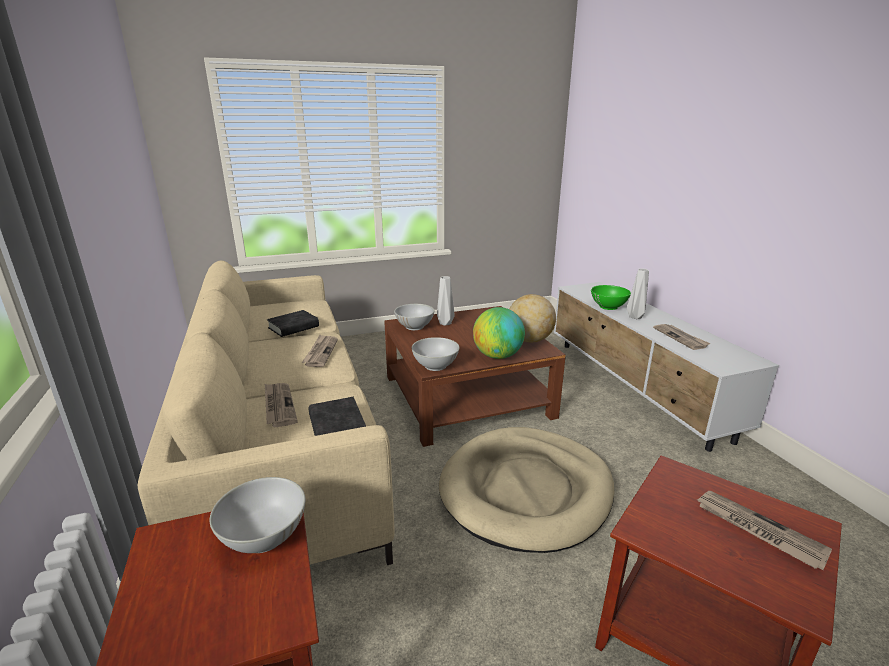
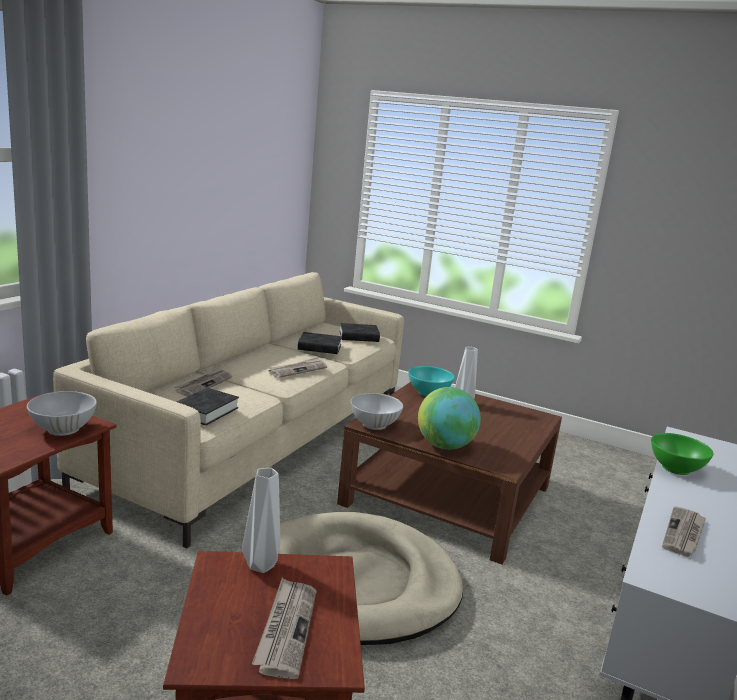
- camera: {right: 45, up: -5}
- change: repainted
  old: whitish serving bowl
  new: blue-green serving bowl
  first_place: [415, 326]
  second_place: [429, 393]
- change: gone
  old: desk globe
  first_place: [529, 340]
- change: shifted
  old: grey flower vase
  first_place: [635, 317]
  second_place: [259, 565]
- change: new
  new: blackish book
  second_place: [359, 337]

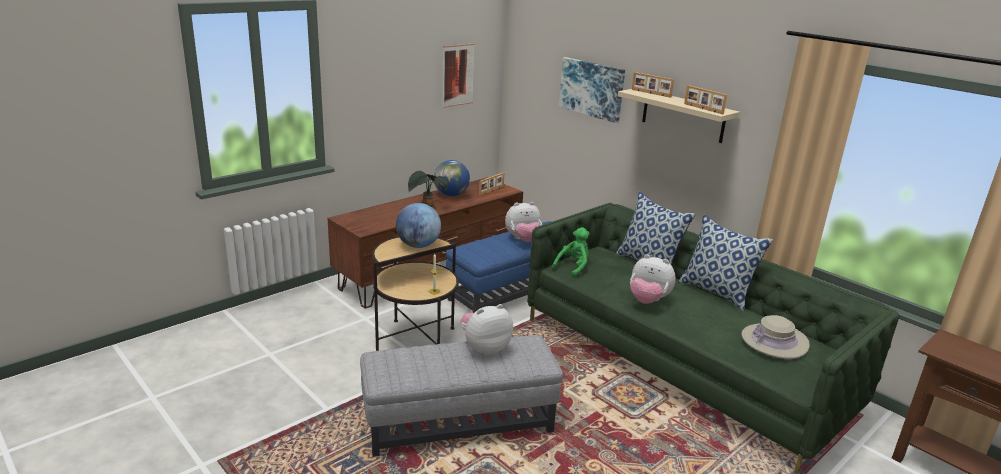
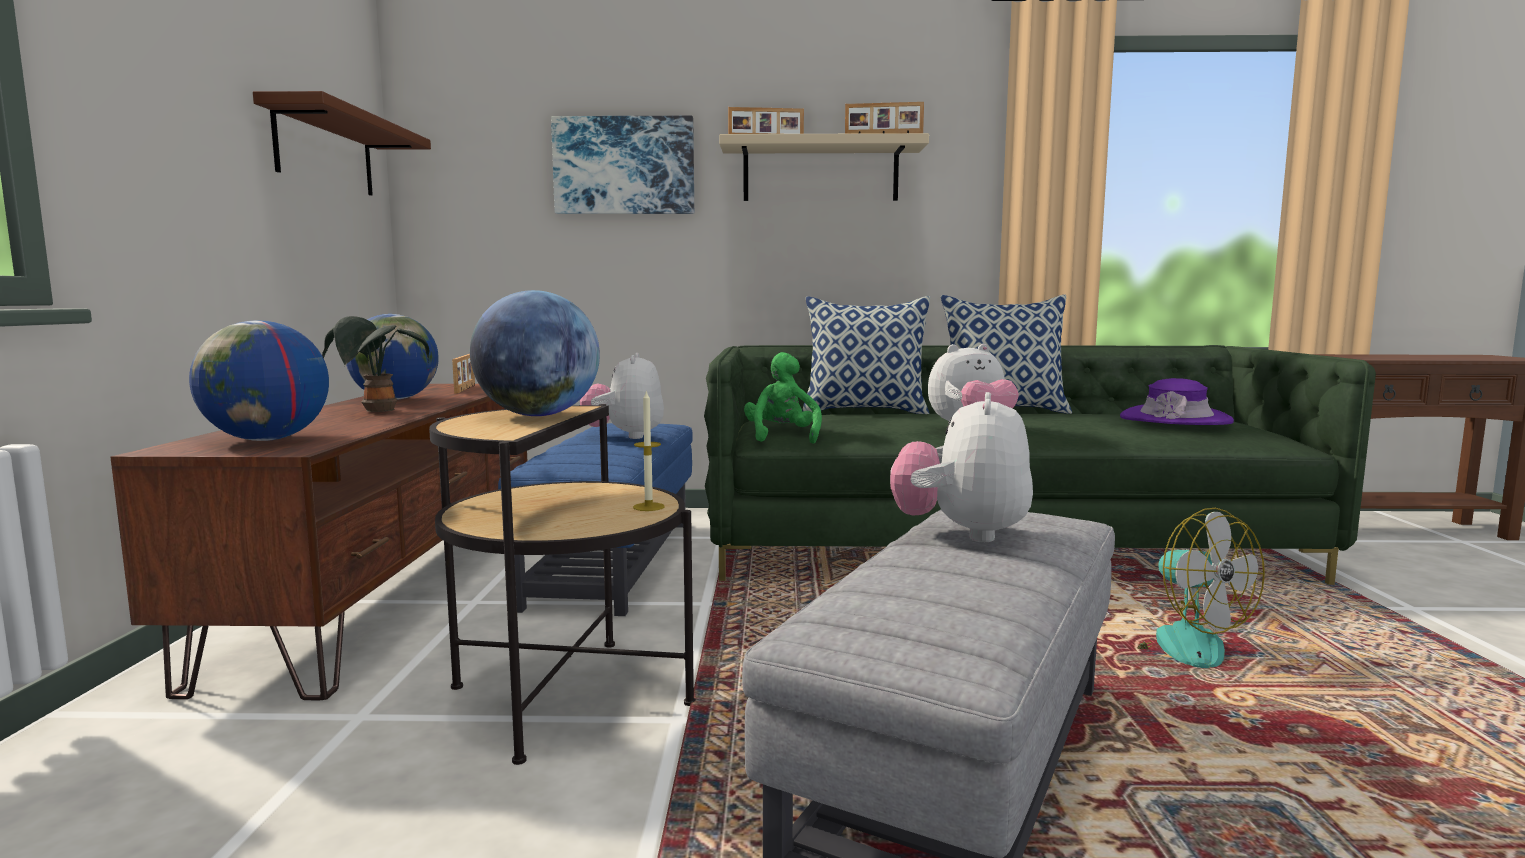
- camera: {right: -45, up: -15}
- change: swapped
  old: wall art
  new: brown wall shelf
  first_place: [457, 75]
  second_place: [325, 152]
- change: rotated
  old: soft toy
  first_place: [523, 240]
  second_place: [625, 436]
  degrees: 150
- change: repainted
  old: beige hat
  new: purple-coloured hat
  first_place: [774, 341]
  second_place: [1175, 419]
- change: new
  new: desk globe
  second_place: [267, 440]
- change: new
  new: electric fan
  second_place: [1172, 642]

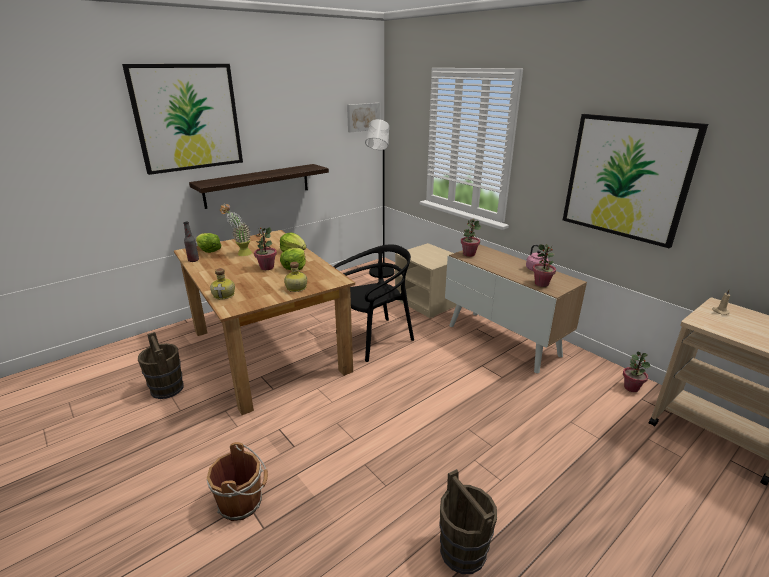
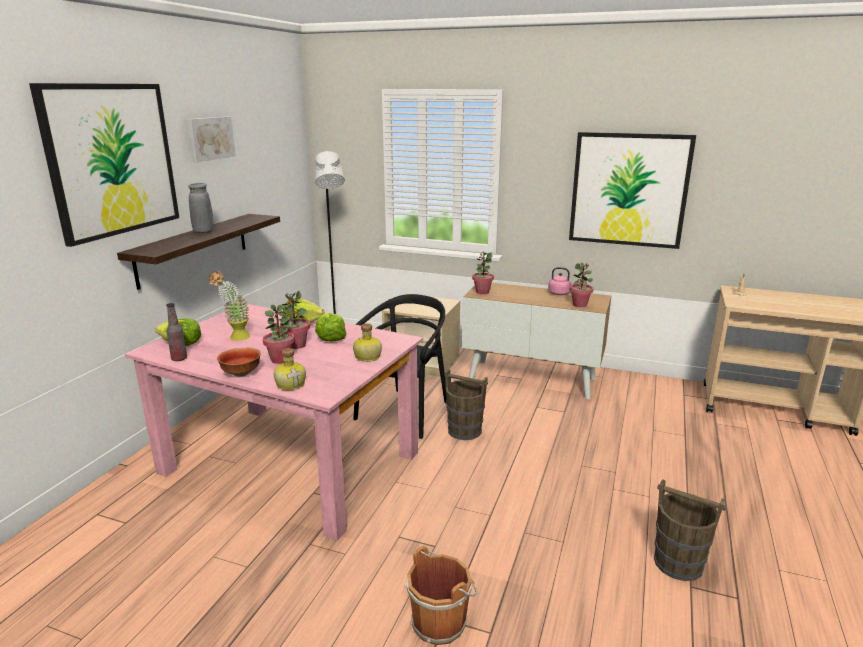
- camera: {right: -30, up: -5}
- change: shifted
  old: brown water bucket
  first_place: [167, 388]
  second_place: [464, 431]
- change: repainted
  old: brown kitchen table
  new: pink-coloured kitchen table
  first_place: [267, 350]
  second_place: [288, 463]
- change: shifted
  old: wall art
  first_place: [363, 117]
  second_place: [209, 138]
- change: shifted
  old: plant in a pot
  first_place: [631, 388]
  second_place: [280, 359]
- change: new
  new: grey flower vase
  second_place: [203, 232]
- change: new
  new: serving bowl
  second_place: [240, 373]

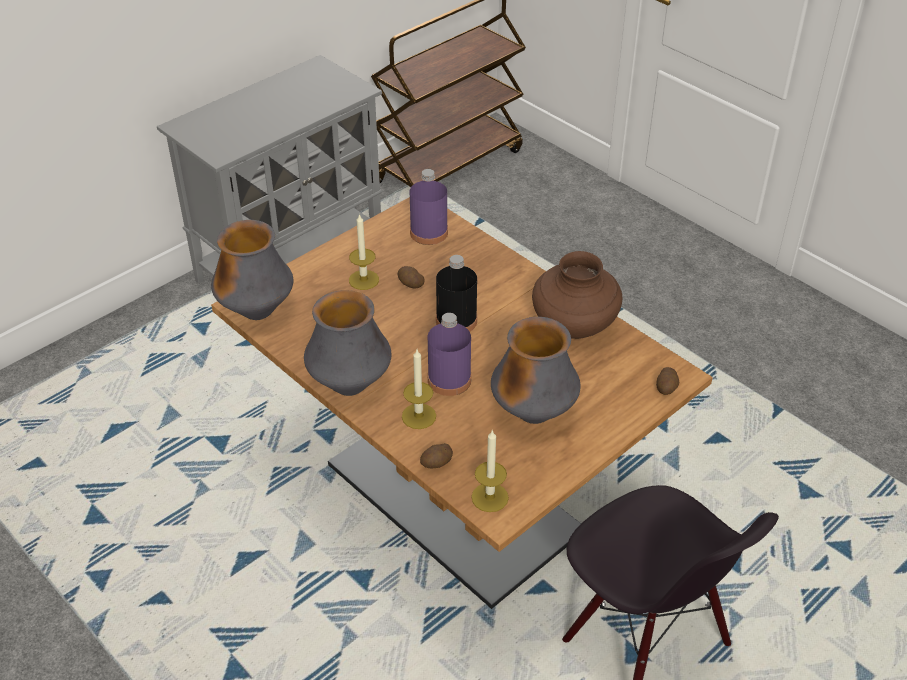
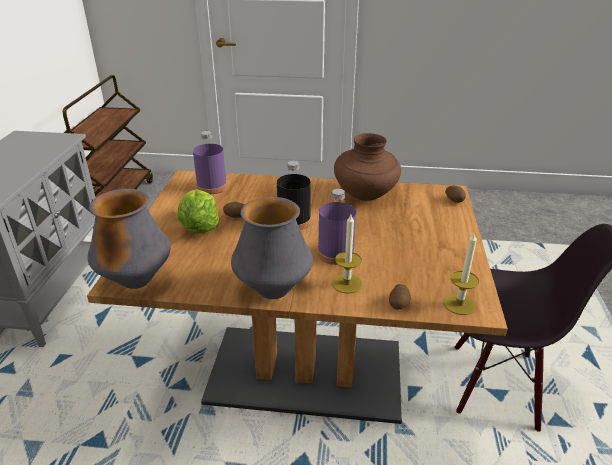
- camera: {right: -40, up: -10}
- change: swapped
  old: wax candle
  new: head of lettuce
  first_place: [363, 280]
  second_place: [199, 227]
- change: gone
  old: flower vase
  first_place: [533, 414]

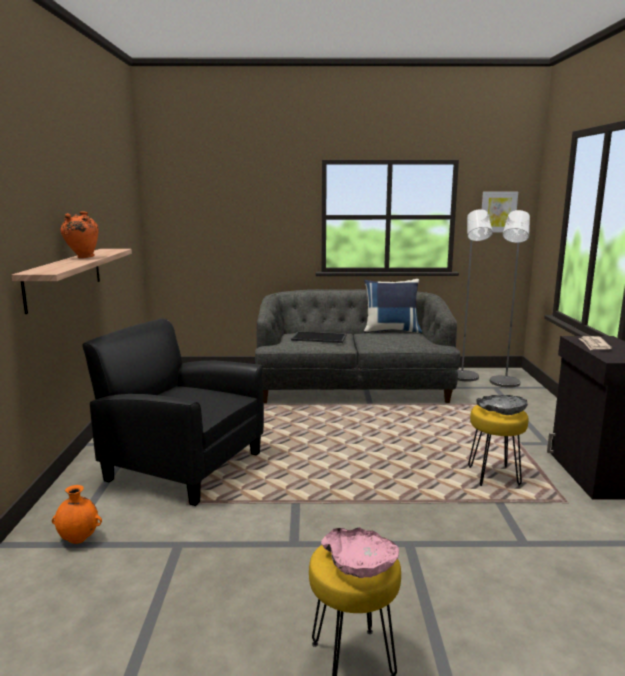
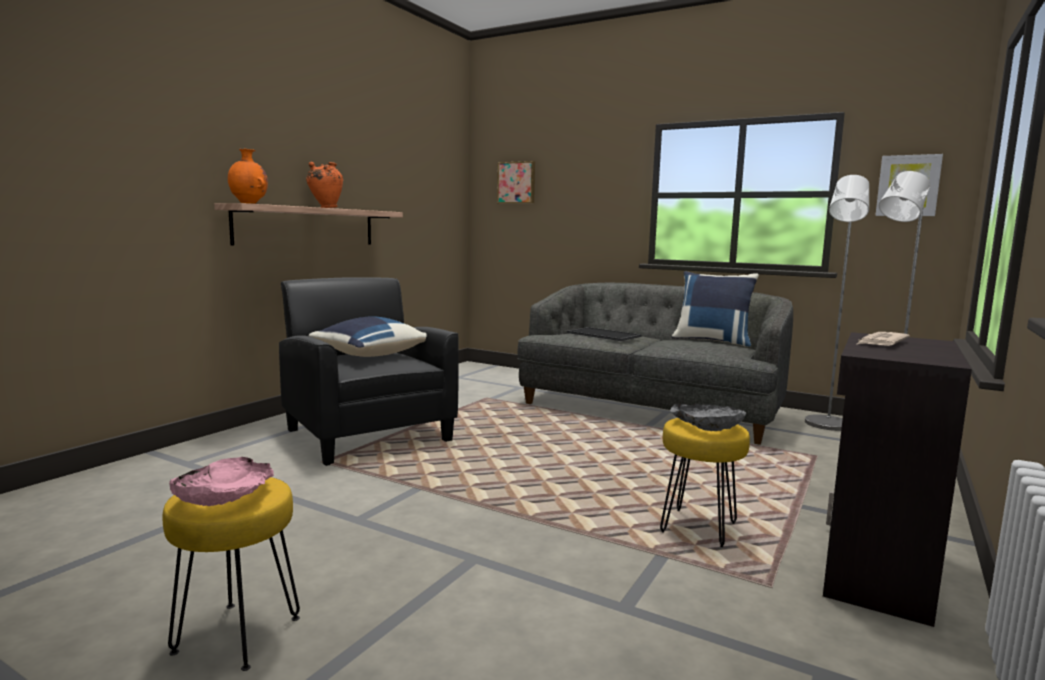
- camera: {right: 30, up: -5}
- change: shifted
  old: orange flower vase
  first_place: [79, 539]
  second_place: [249, 203]
- change: new
  new: blue-coloured pillow
  second_place: [369, 355]
- change: new
  new: wall art
  second_place: [517, 183]

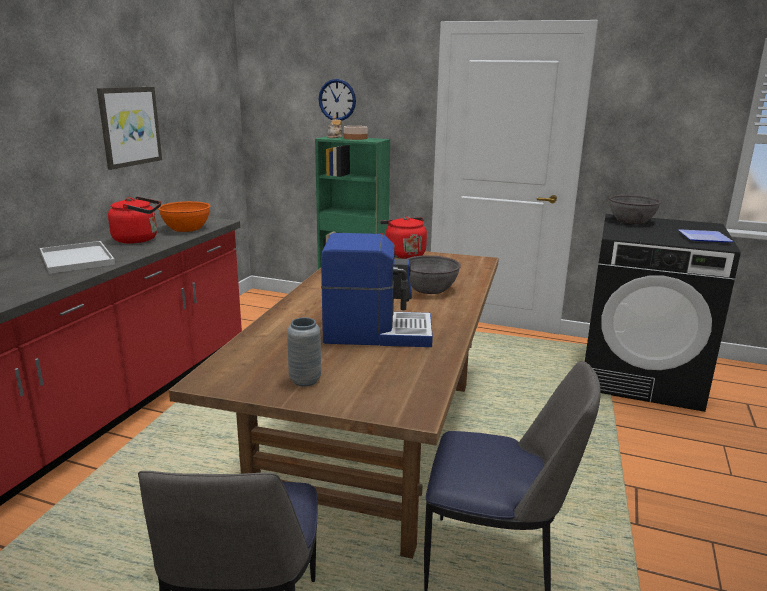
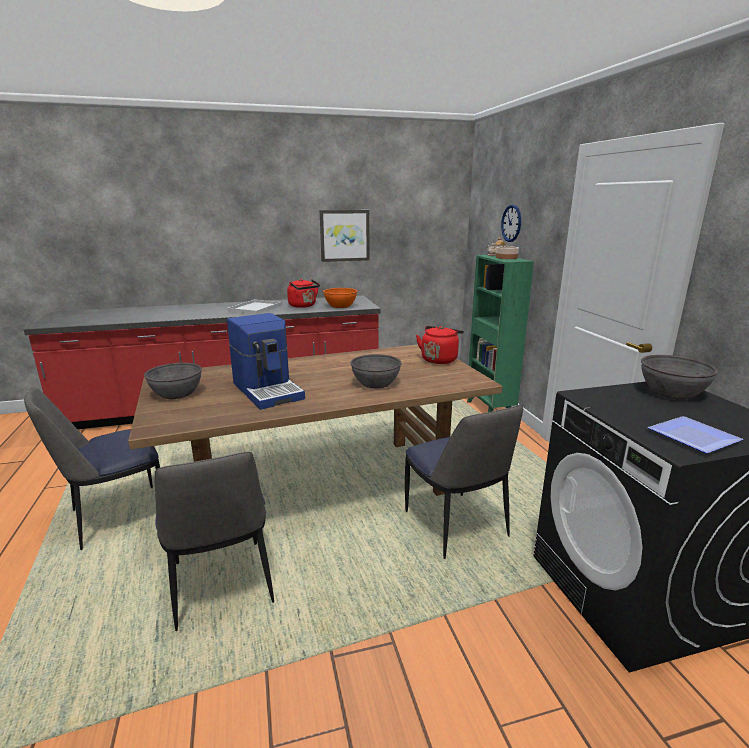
- camera: {right: 55, up: 0}
- change: swapped
  old: grey flower vase
  new: grey serving bowl
  first_place: [305, 380]
  second_place: [176, 393]
- change: new
  new: plain chair
  second_place: [456, 526]

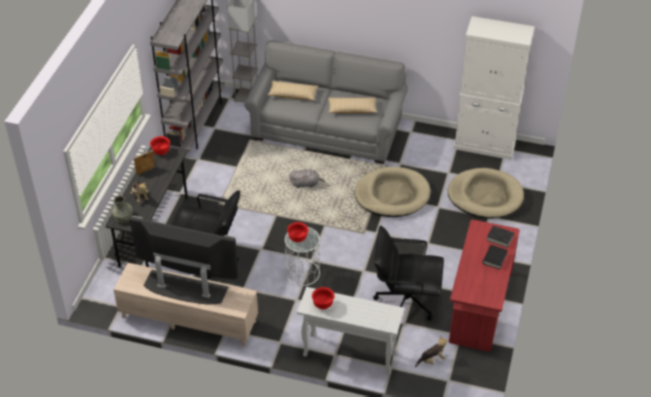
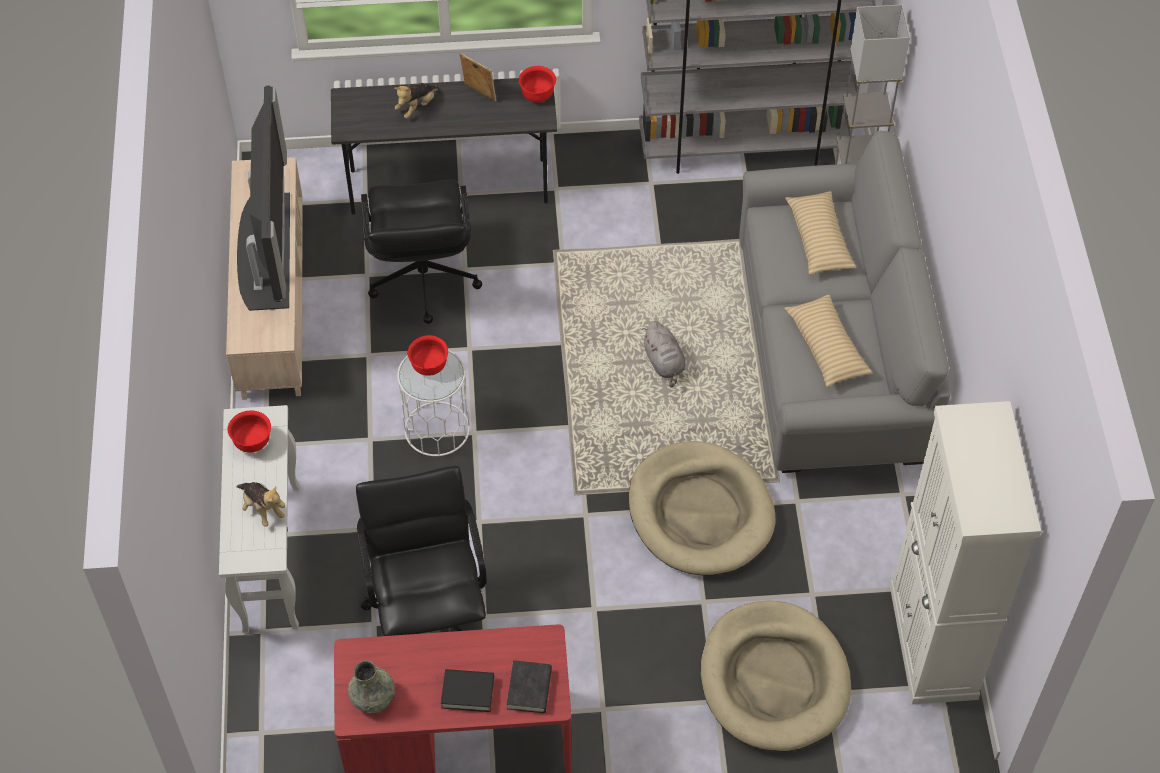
- camera: {right: 70, up: 10}
- change: shifted
  old: grey flower vase
  first_place: [123, 217]
  second_place: [373, 697]
- change: shifted
  old: soft toy
  first_place: [432, 360]
  second_place: [262, 509]

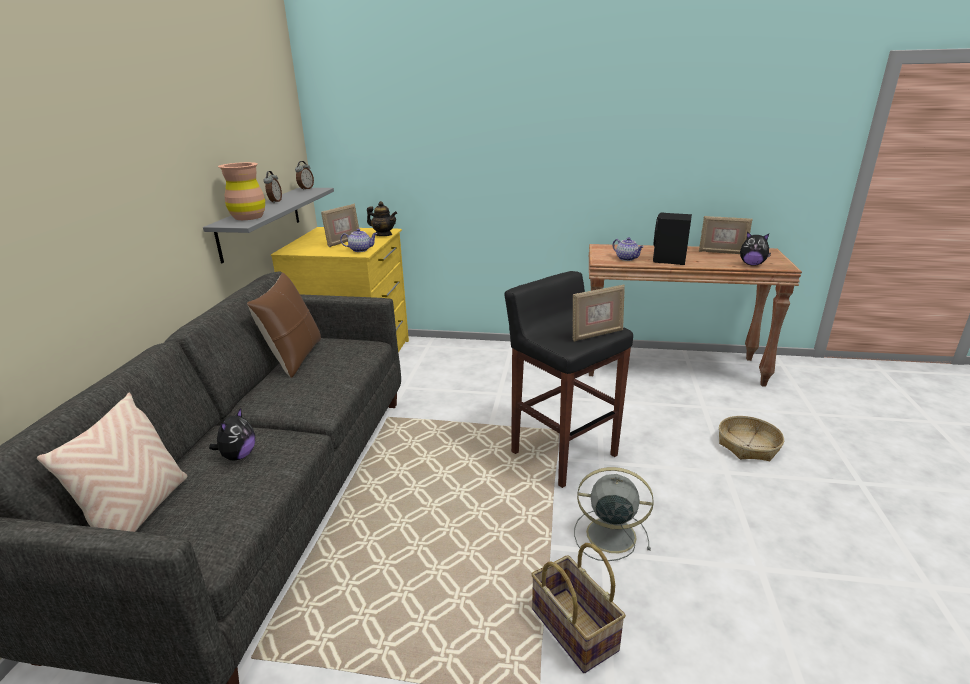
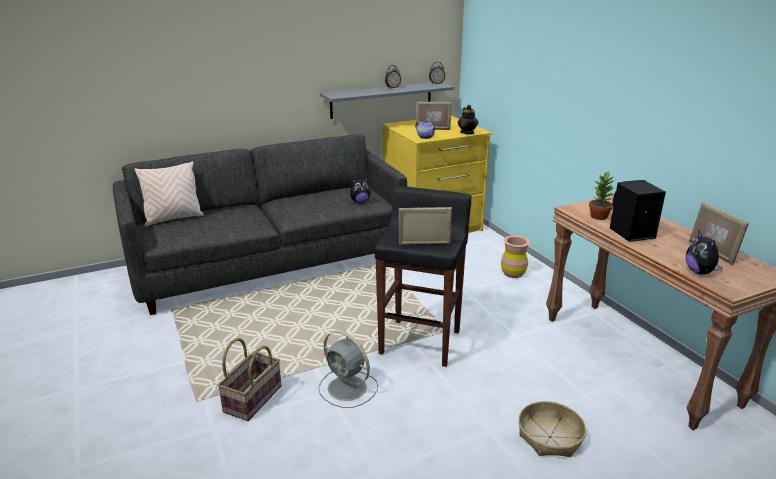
- camera: {right: 55, up: 0}
- change: shifted
  old: soft toy
  first_place: [238, 456]
  second_place: [360, 201]
- change: shifted
  old: brown flower vase
  first_place: [248, 217]
  second_place: [513, 273]
- change: gone
  old: brown pillow
  first_place: [294, 358]
- change: rotated
  old: picture frame
  first_place: [596, 334]
  second_place: [424, 245]
  degrees: 150
- change: rotated
  old: grey electric fan
  first_place: [608, 534]
  second_place: [348, 388]
  degrees: 150
- change: swapped
  old: pot for tea
  new: plant in a pot
  first_place: [627, 258]
  second_place: [599, 216]

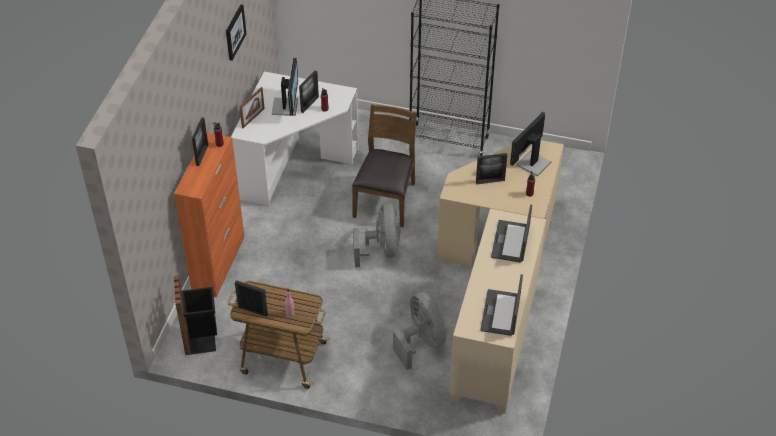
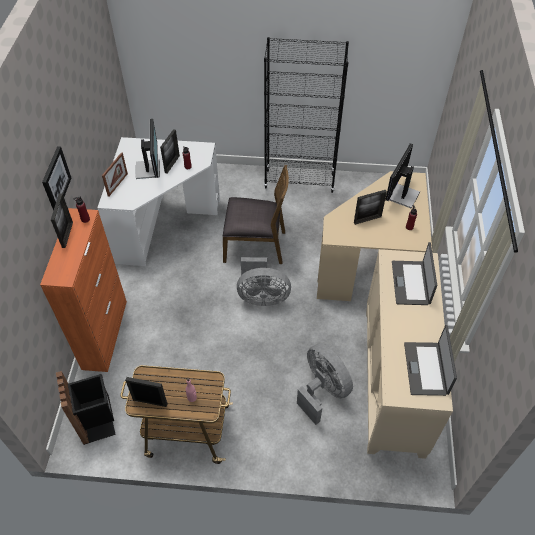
- camera: {right: -10, up: 5}
- change: shifted
  old: wall art
  first_place: [234, 32]
  second_place: [55, 179]
- change: rotated
  old: brown plain chair
  first_place: [386, 200]
  second_place: [255, 245]
  degrees: 90
- change: rotated
  old: grey electric fan
  first_place: [381, 250]
  second_place: [262, 296]
  degrees: 105

